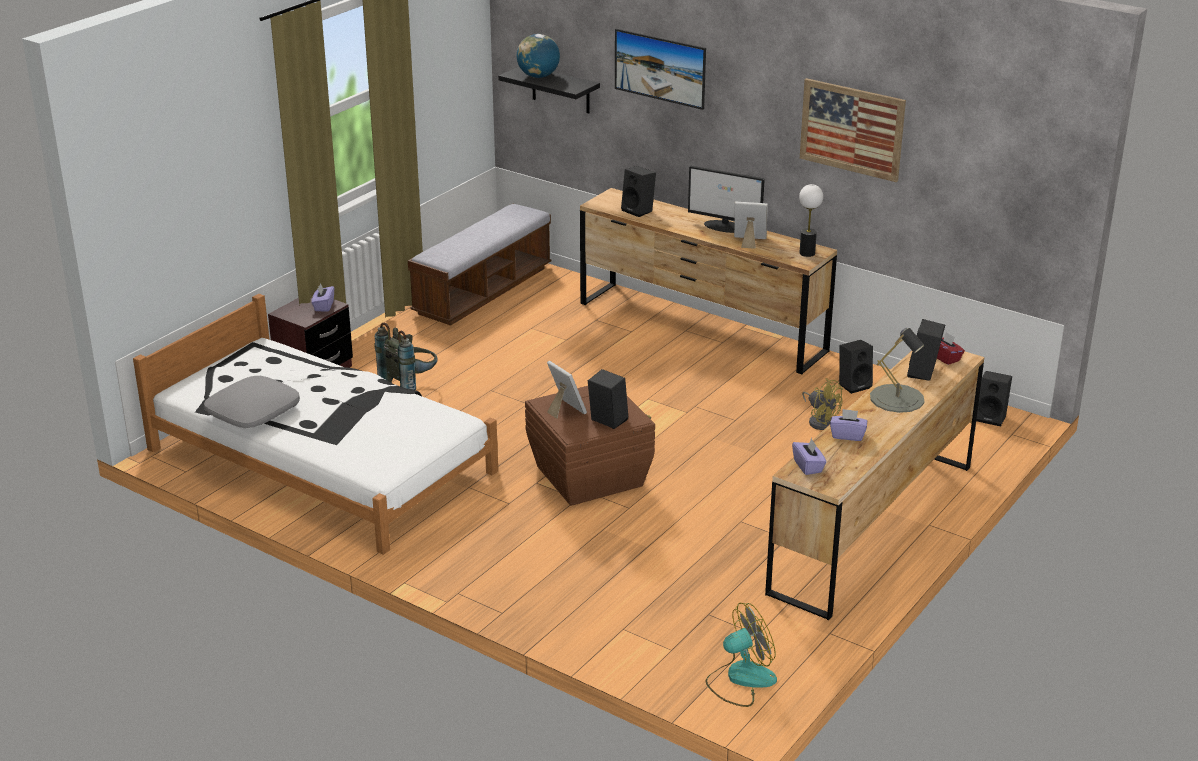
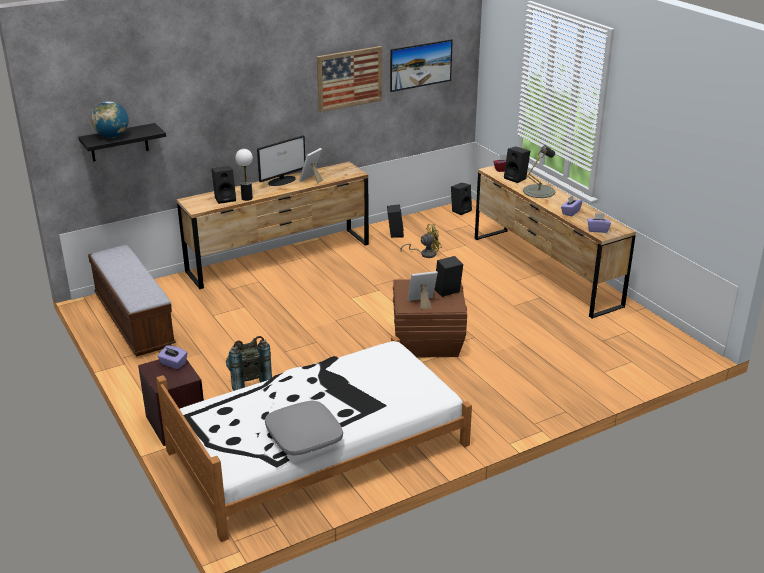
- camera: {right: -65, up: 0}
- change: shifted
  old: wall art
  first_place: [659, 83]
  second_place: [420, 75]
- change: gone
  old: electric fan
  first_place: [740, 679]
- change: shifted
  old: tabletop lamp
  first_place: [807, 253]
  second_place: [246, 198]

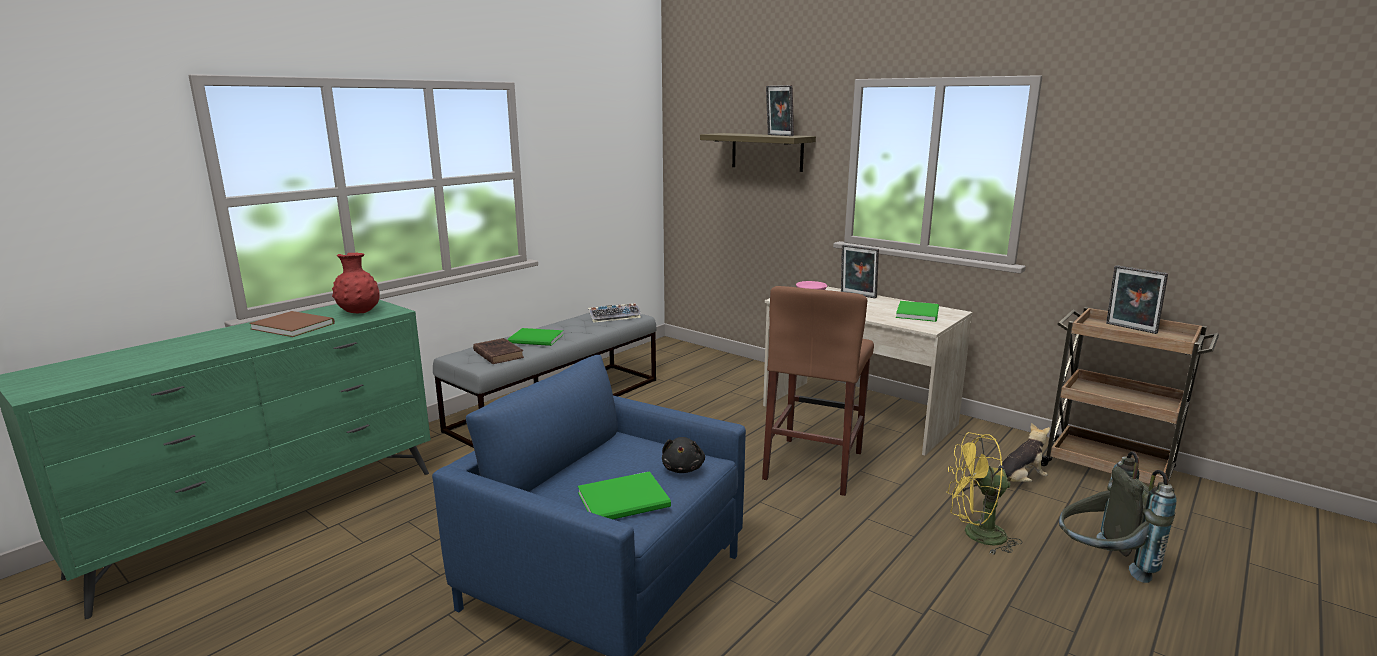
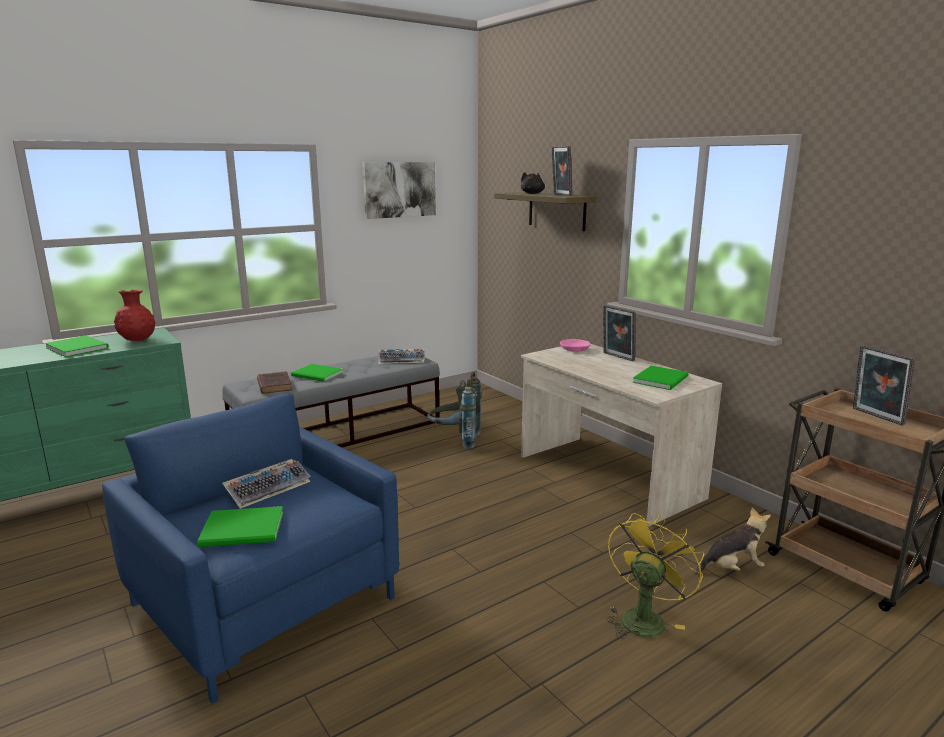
- camera: {right: 15, up: 0}
- change: repainted
  old: brown book
  new: green-coloured book
  first_place: [293, 325]
  second_place: [78, 347]
- change: shifted
  old: blackish soft toy
  first_place: [683, 468]
  second_place: [532, 193]
- change: gone
  old: brown sitting stool
  first_place: [813, 465]
- change: rotated
  old: yellow electric fan
  first_place: [976, 535]
  second_place: [644, 617]
  degrees: 105
- change: shifted
  old: grey rucksack
  first_place: [1100, 565]
  second_place: [455, 440]
- change: new
  new: computer keyboard
  second_place: [268, 488]
- change: new
  new: wall art
  second_place: [399, 189]

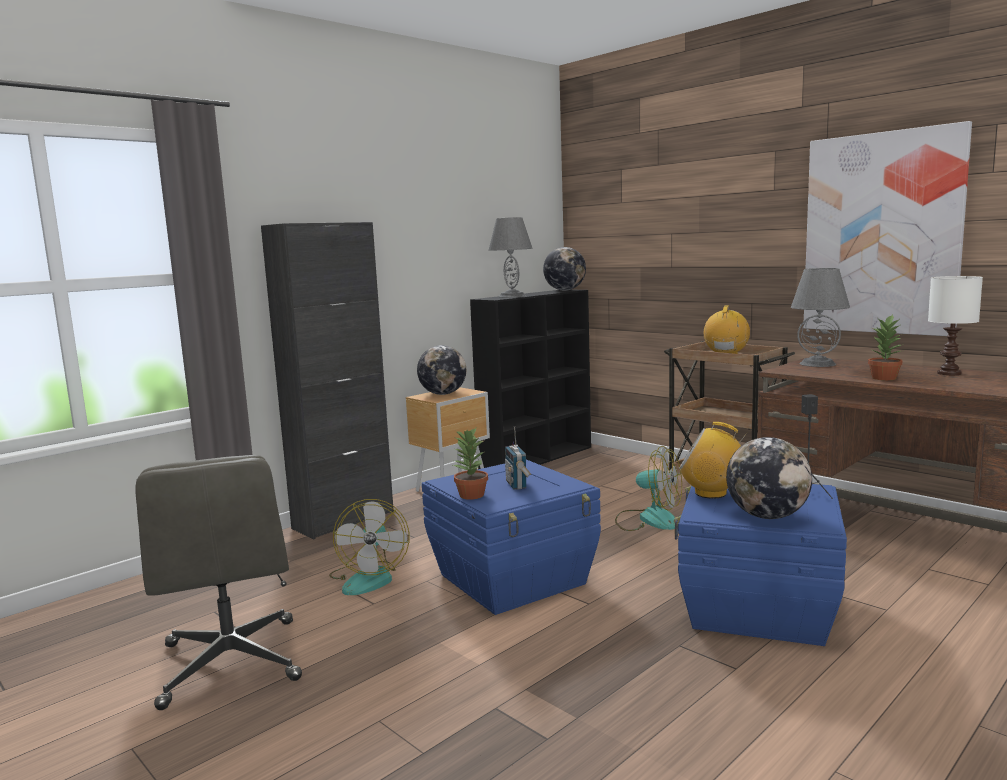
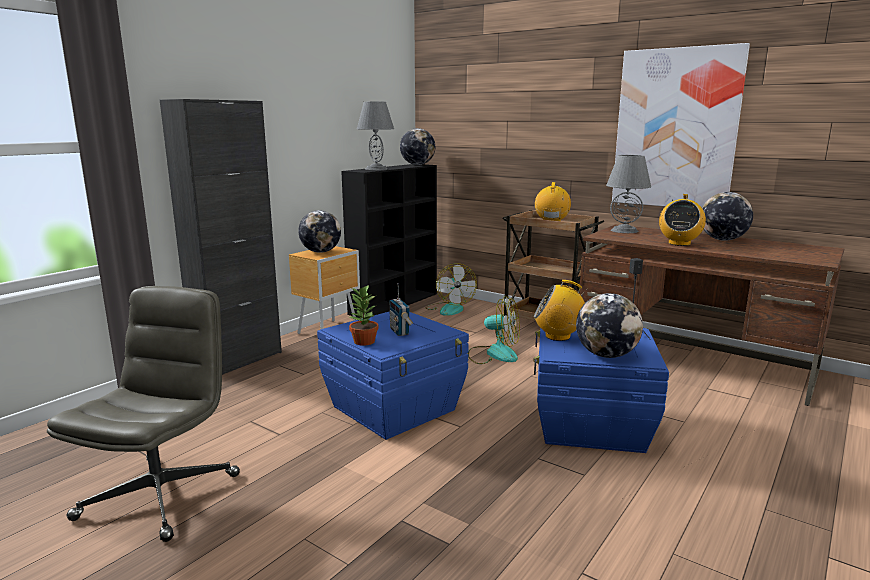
- camera: {right: -10, up: 5}
- change: rotated
  old: grey office chair
  first_place: [231, 663]
  second_place: [160, 495]
  degrees: -135
- change: shifted
  old: electric fan
  first_place: [369, 578]
  second_place: [449, 309]
- change: swapped
  old: plant in a pot
  new: radio set
  first_place: [884, 378]
  second_place: [679, 243]
- change: swapped
  old: whitish tabletop lamp
  new: desk globe
  first_place: [948, 373]
  second_place: [722, 240]

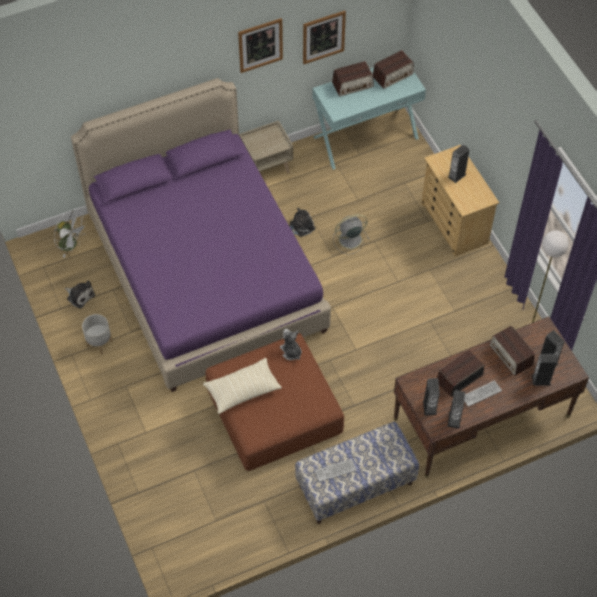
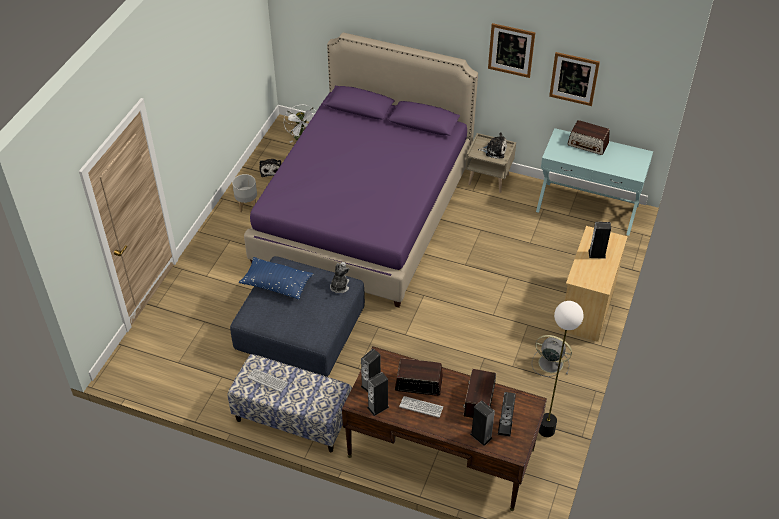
- camera: {right: 45, up: -10}
- change: repainted
  old: beige pillow
  new: blue-coloured pillow
  first_place: [242, 390]
  second_place: [276, 284]
- change: repainted
  old: brown footrest
  new: blue-coloured footrest
  first_place: [274, 410]
  second_place: [301, 328]
- change: shifted
  old: soft toy
  first_place: [300, 226]
  second_place: [494, 150]
- change: shifted
  old: grey electric fan
  first_place: [349, 239]
  second_place: [549, 363]
- change: gone
  old: radio set
  first_place: [393, 75]

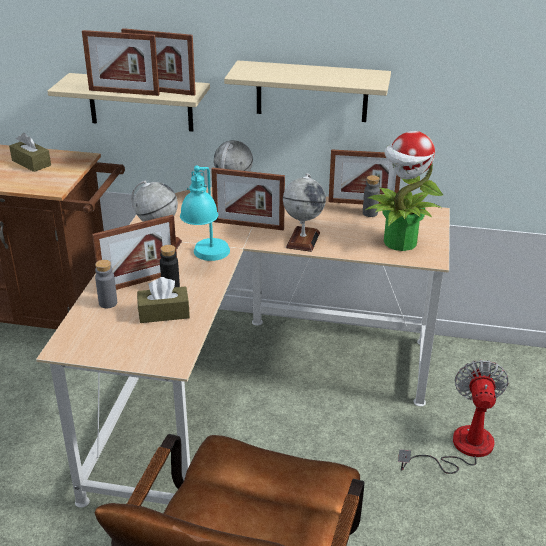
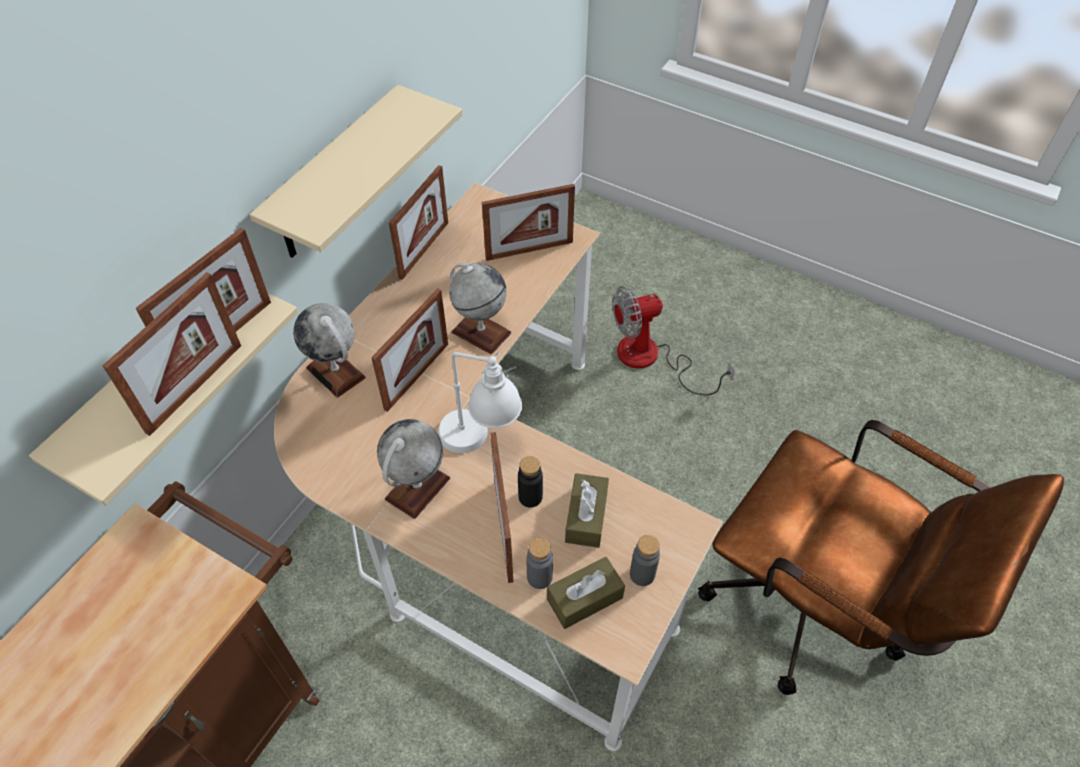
- camera: {right: -70, up: 20}
- change: shifted
  old: brown tissue box
  first_place: [31, 163]
  second_place: [584, 598]
- change: repainted
  old: blue-green tabletop lamp
  new: whitish tabletop lamp
  first_place: [207, 259]
  second_place: [481, 441]
- change: shifted
  old: grey drink bottle
  first_place: [370, 213]
  second_place: [642, 574]
- change: swapped
  old: plant in a pot
  new: picture frame
  first_place: [399, 243]
  second_place: [529, 250]
- change: rotated
  old: electric fan
  first_place: [460, 448]
  second_place: [651, 359]
  degrees: -45

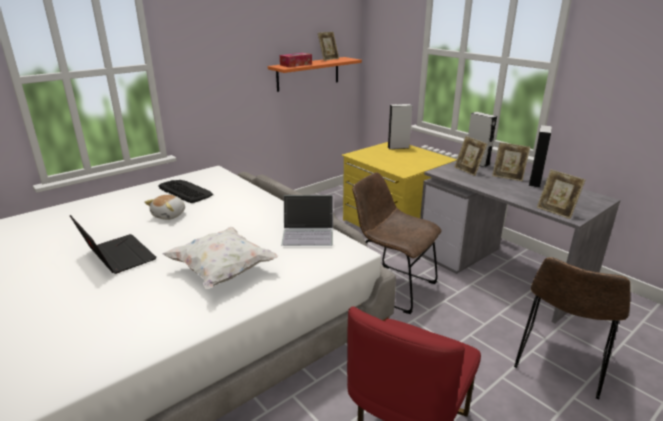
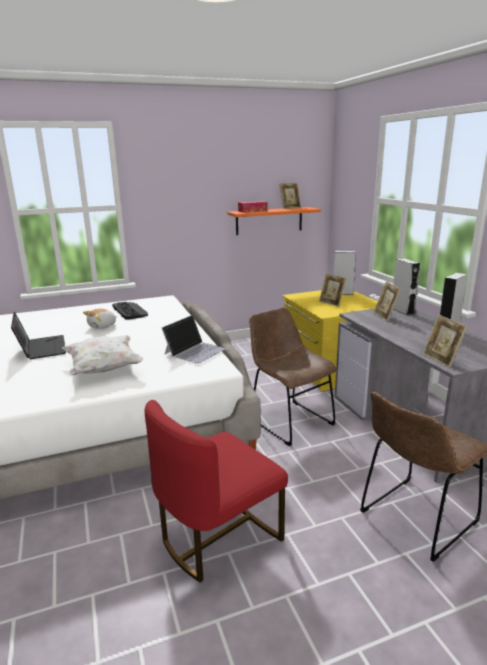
- camera: {right: 20, up: -5}
- change: rotated
  old: laptop
  first_place: [308, 233]
  second_place: [195, 351]
  degrees: -75
- change: shifted
  old: picture frame
  first_place: [508, 177]
  second_place: [331, 303]

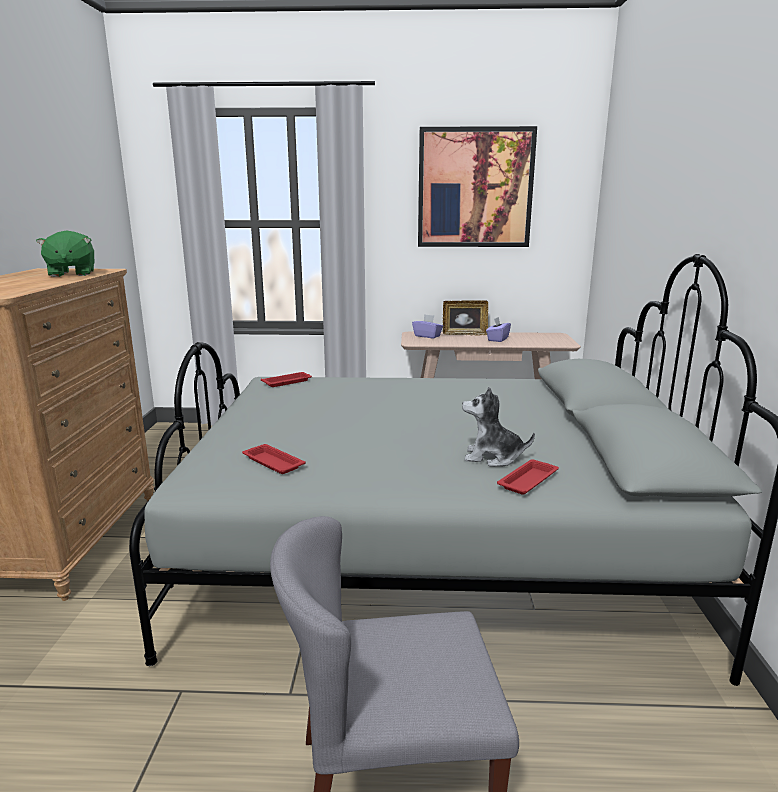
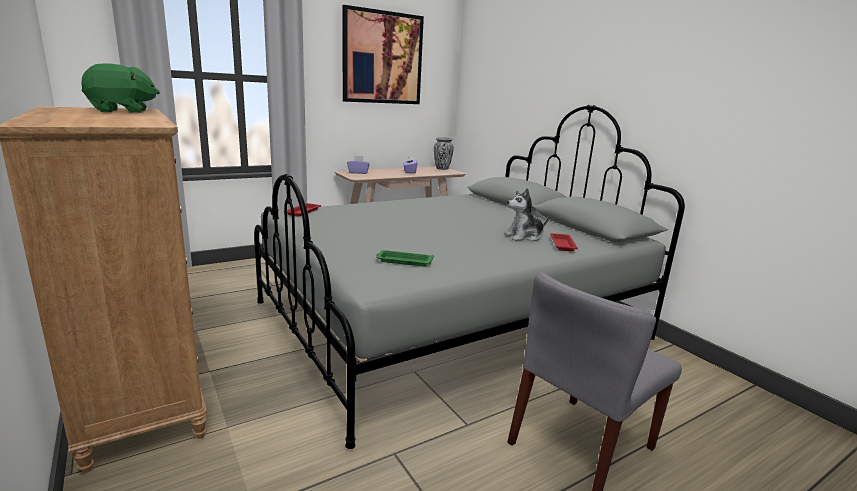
- camera: {right: -35, up: 0}
- change: rotated
  old: green-coloured soft toy
  first_place: [71, 274]
  second_place: [122, 111]
  degrees: -60
- change: repainted
  old: red serving tray
  new: green-coloured serving tray
  first_place: [272, 462]
  second_place: [403, 261]
- change: gone
  old: picture frame
  first_place: [464, 334]
- change: new
  new: flower vase
  second_place: [442, 168]

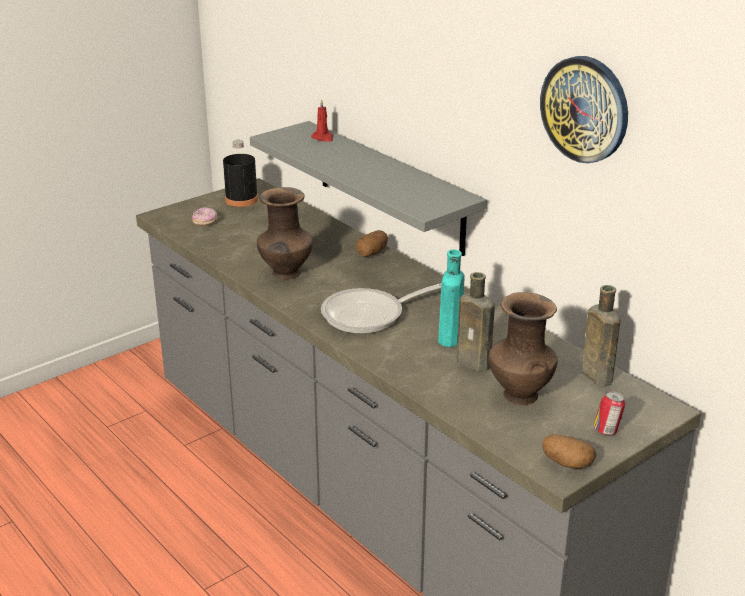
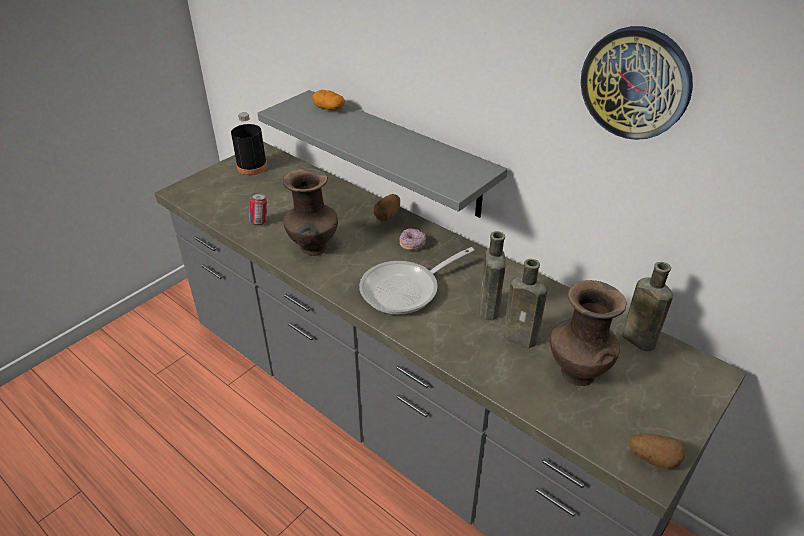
- camera: {right: -10, up: 10}
- change: shifted
  old: donut
  first_place: [205, 222]
  second_place: [412, 244]
- change: swapped
  old: red wax candle
  new: whole potato
  first_place: [323, 138]
  second_place: [329, 109]
- change: repainted
  old: blue-green drink bottle
  new: brown drink bottle
  first_place: [449, 339]
  second_place: [489, 310]
- change: shifted
  old: metal can
  first_place: [607, 431]
  second_place: [260, 222]

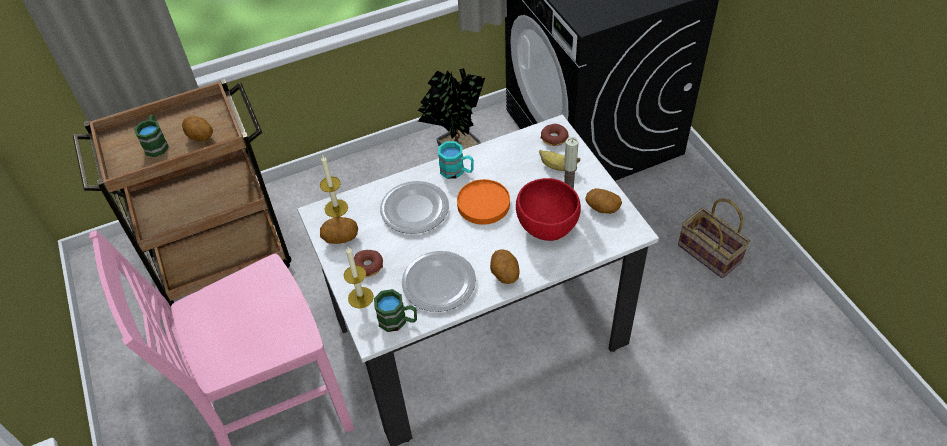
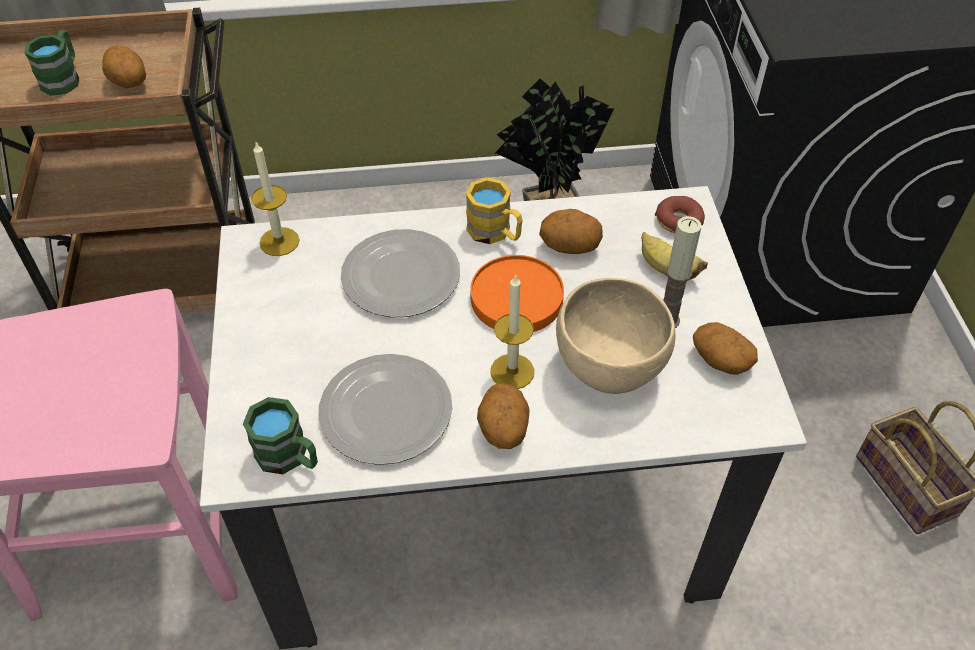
- camera: {right: 15, up: 0}
- change: shifted
  old: whole potato
  first_place: [341, 238]
  second_place: [570, 247]
- change: shifted
  old: wax candle
  first_place: [360, 297]
  second_place: [512, 371]
- change: gone
  old: donut
  first_place: [368, 266]
- change: repainted
  old: blue-green mug
  new: yellow mug
  first_place: [457, 171]
  second_place: [495, 233]
- change: repainted
  old: red serving bowl
  new: beige serving bowl
  first_place: [547, 228]
  second_place: [609, 369]

